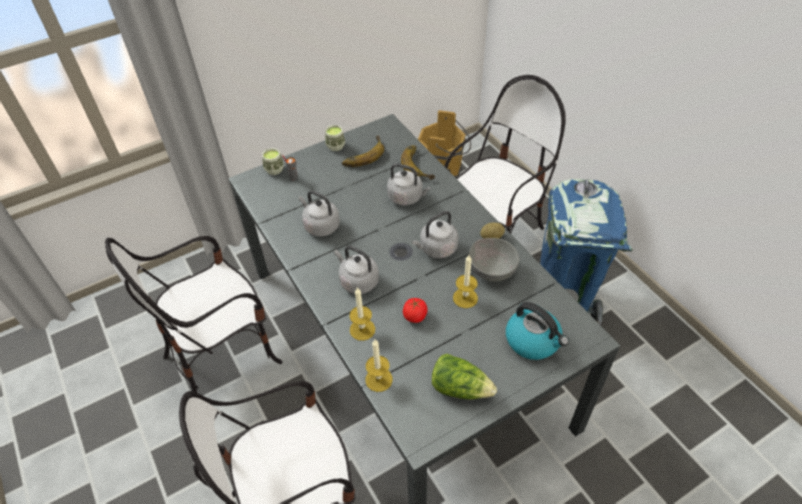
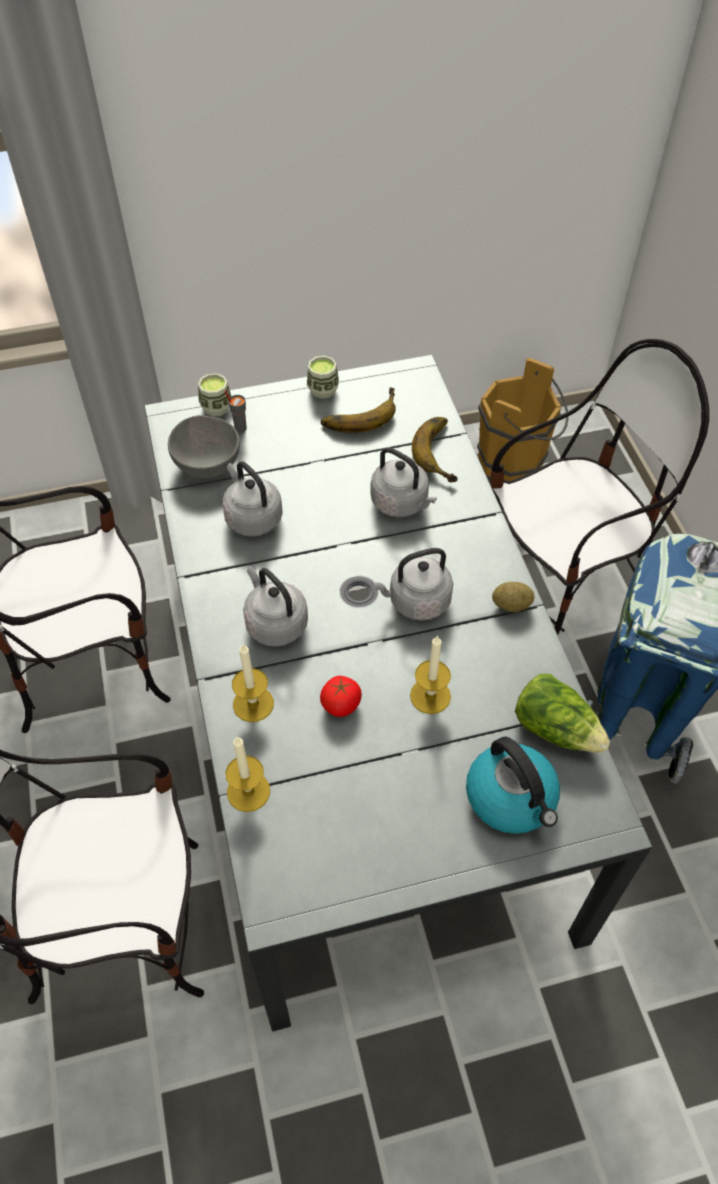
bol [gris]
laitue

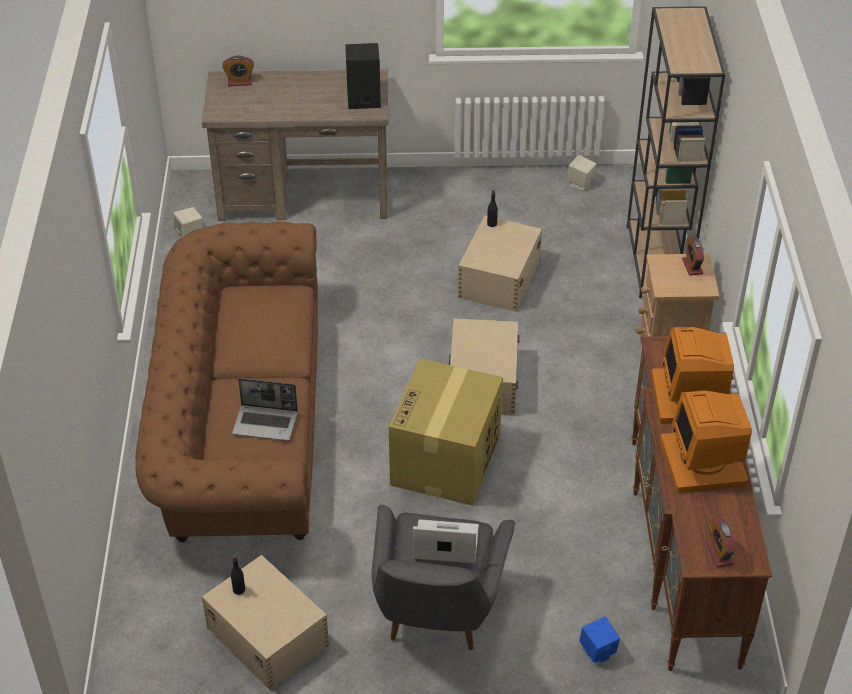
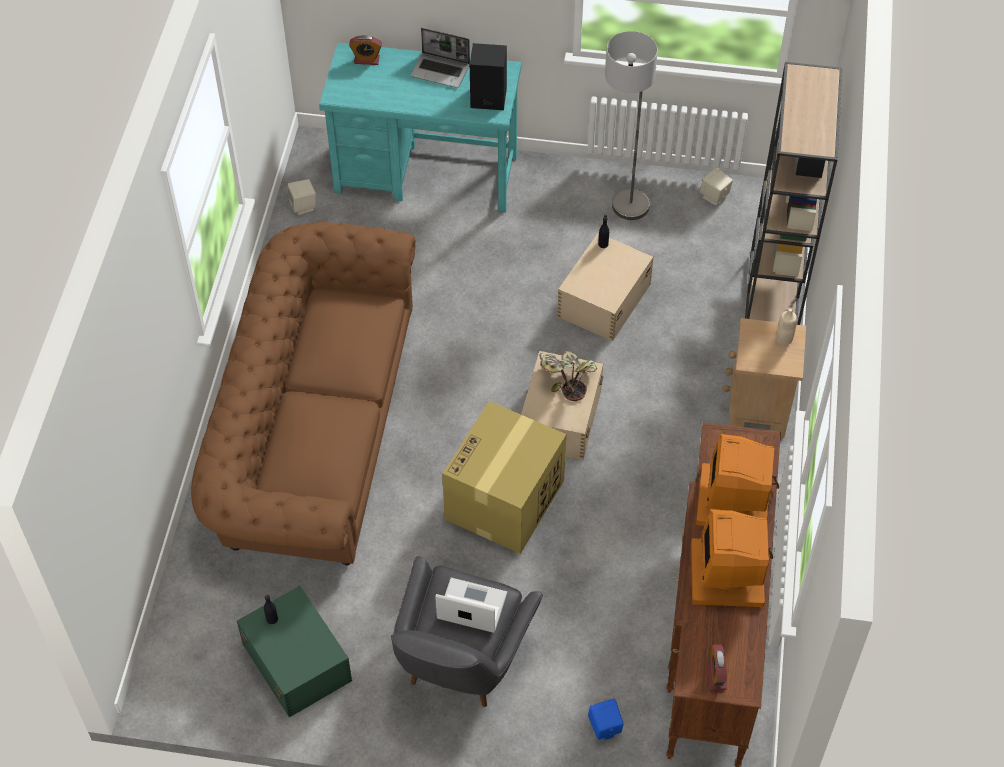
bureau [turquoise]
bouteille [beige]
ordinateur portable (1st from left)
boîte de rangement [vert]
lampadaire [gris]
plante en pot

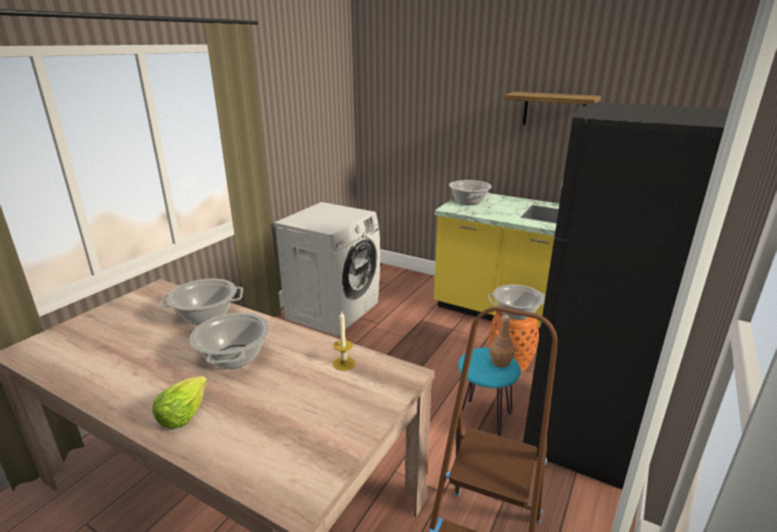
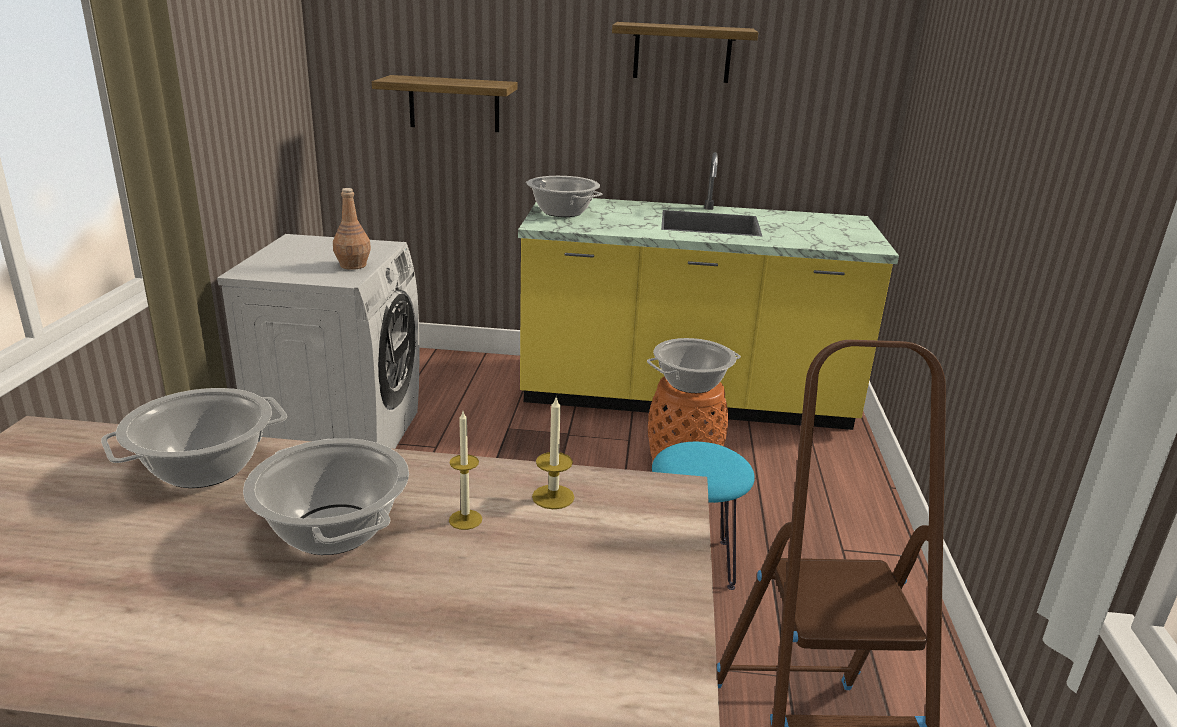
réfrigérateur [noir]
bouteille [marron]
laitue
étagère (1st from left)
bougie (1st from left)

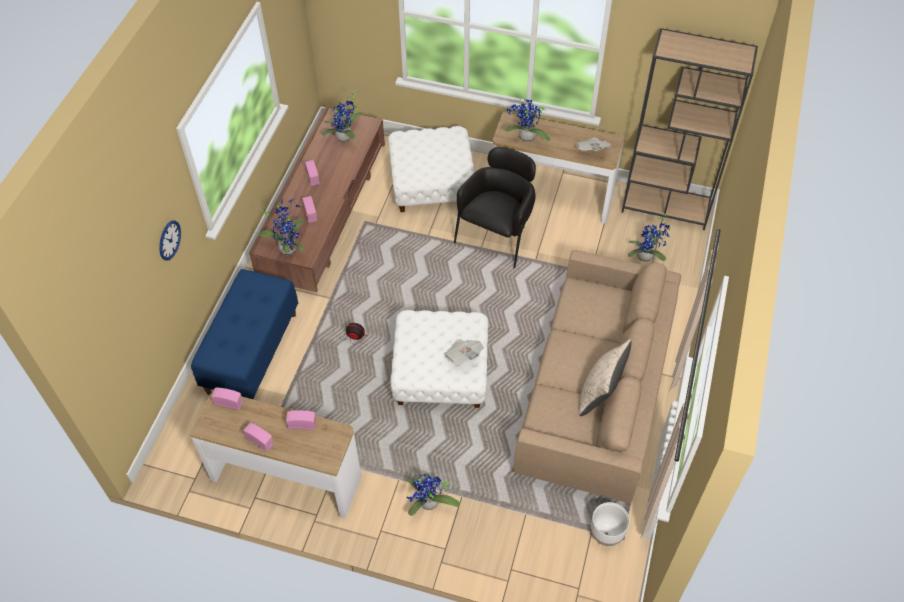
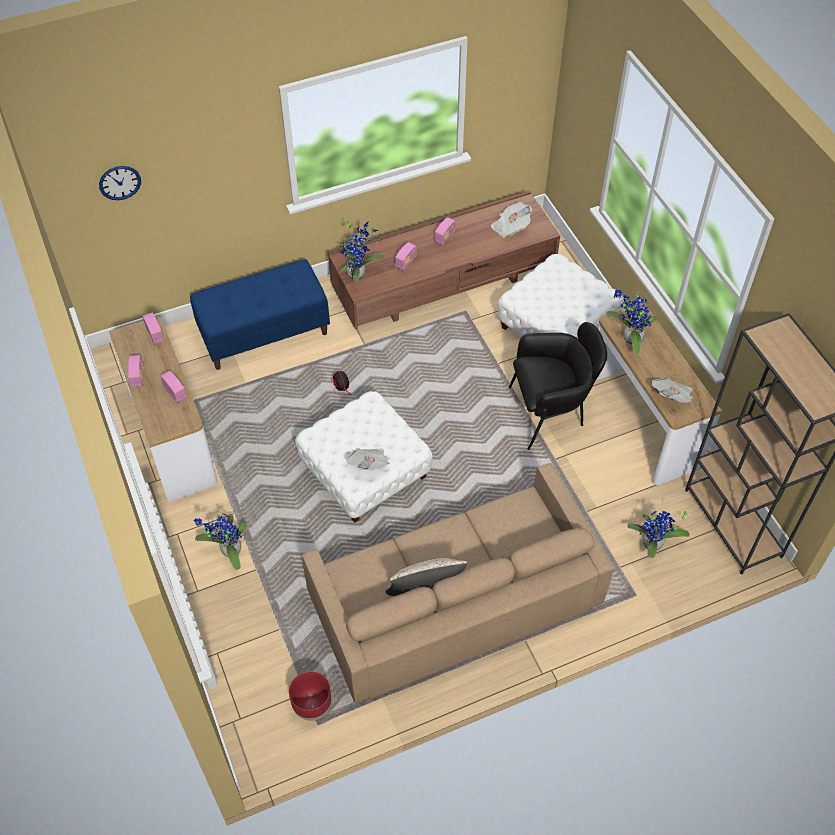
journal (2nd from left)
horloge murale
cache-pot [rouge]

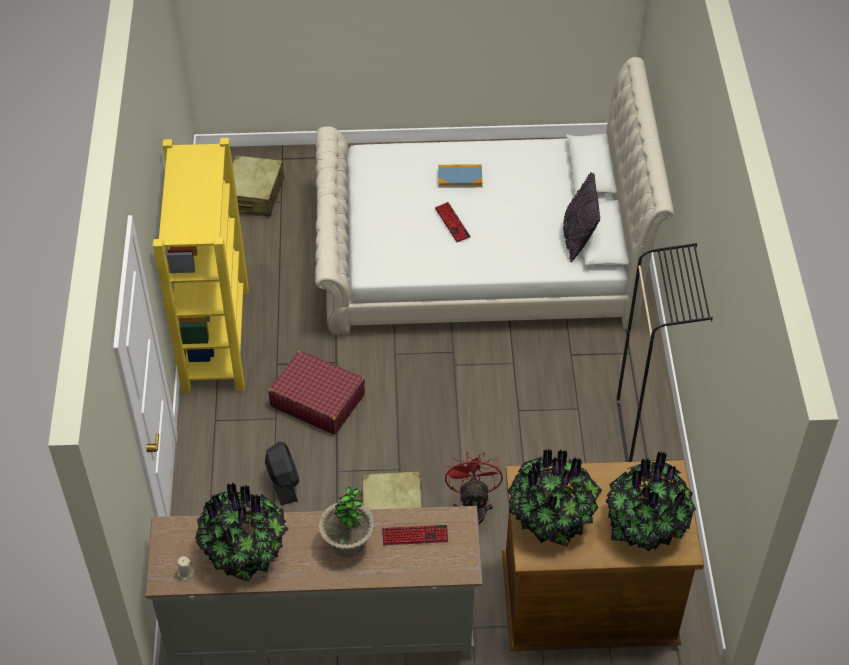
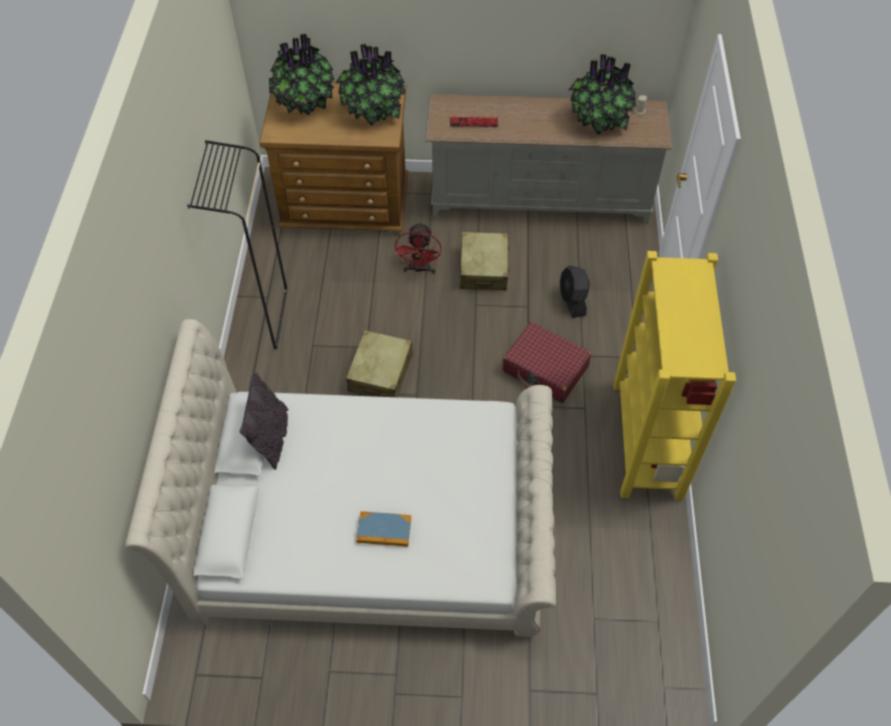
valise [beige] (1st from left)
clavier (2nd from left in the first image)
plante en pot (2nd from left in the first image)

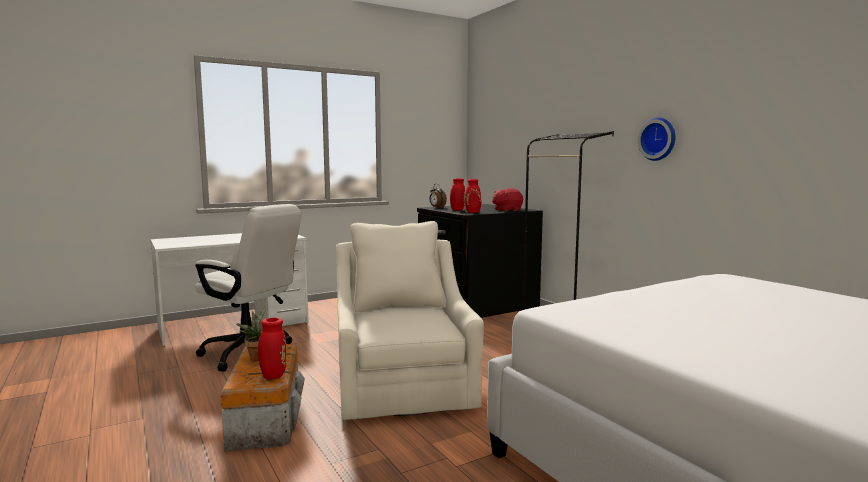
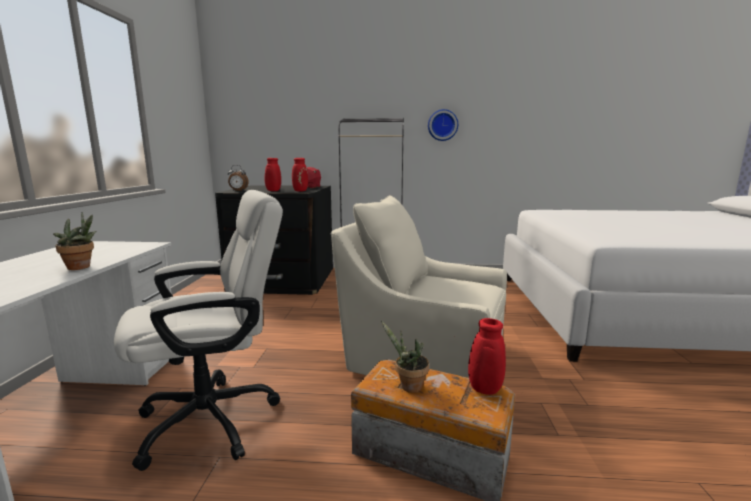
plante en pot (1st from left)

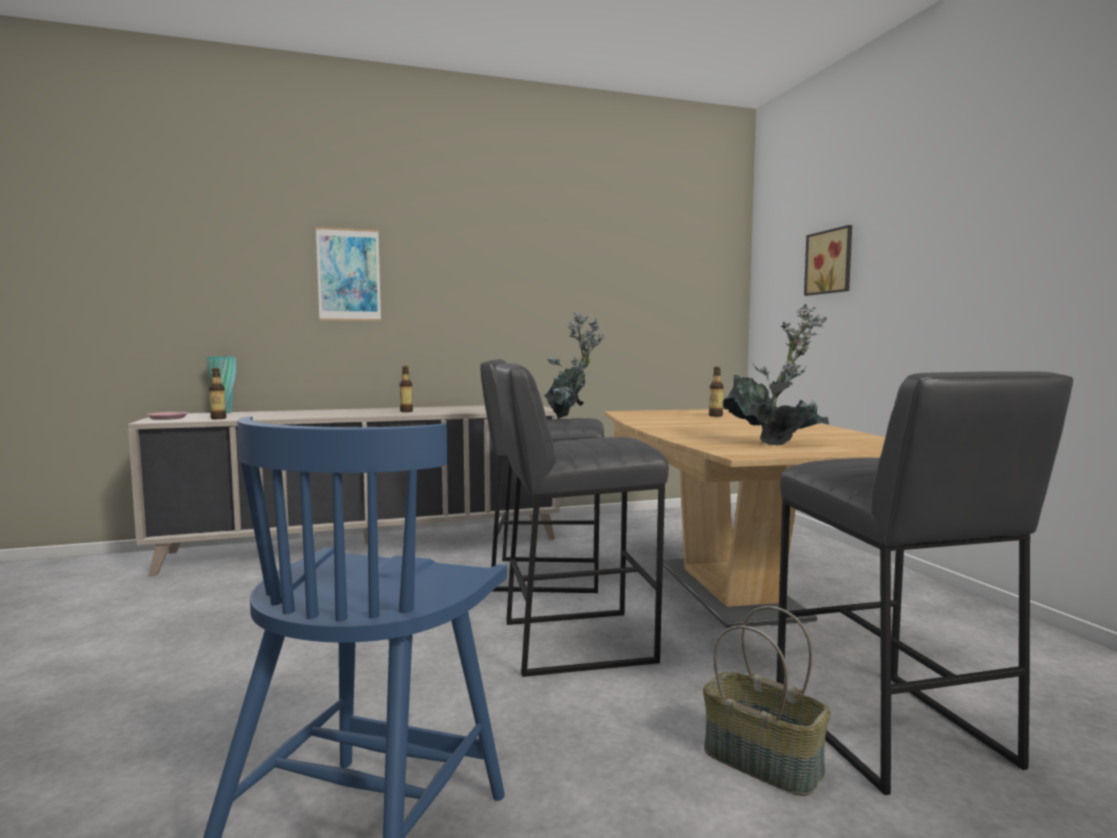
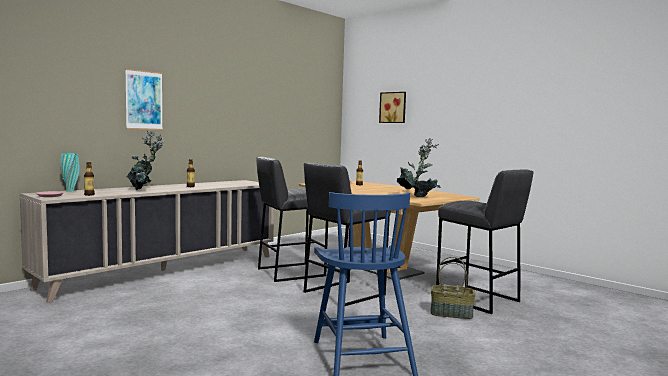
plante en pot (1st from left)

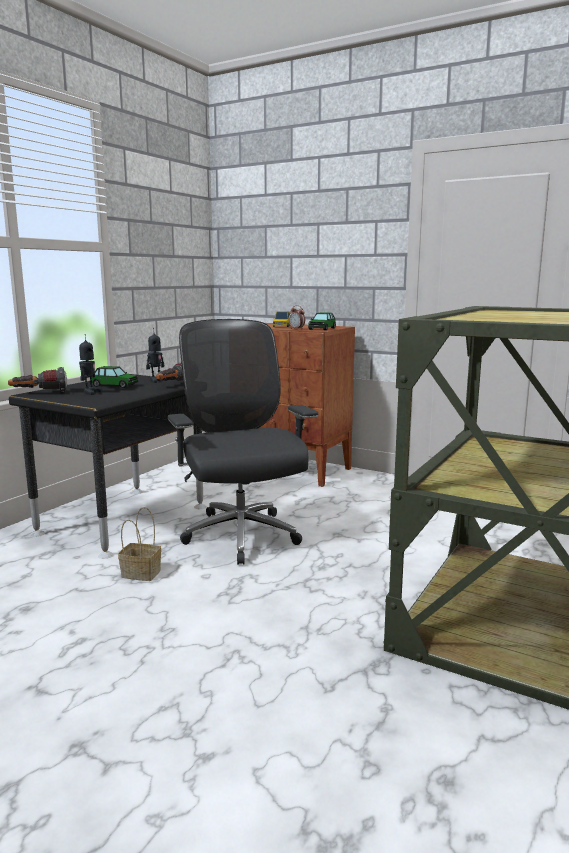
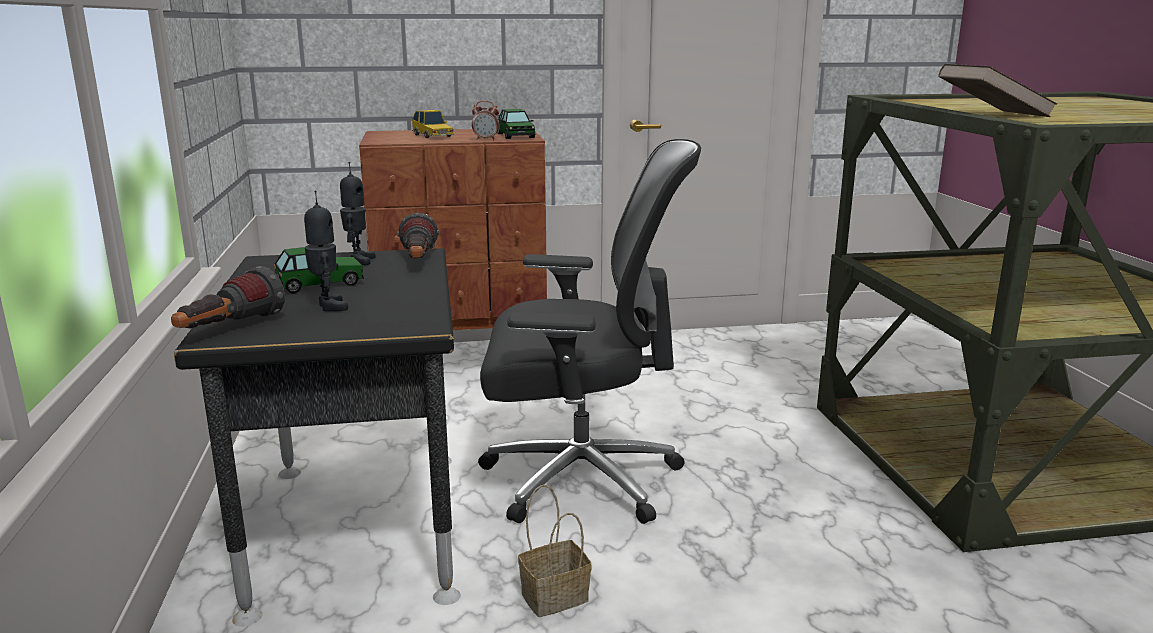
chaise de bureau
livre [marron]

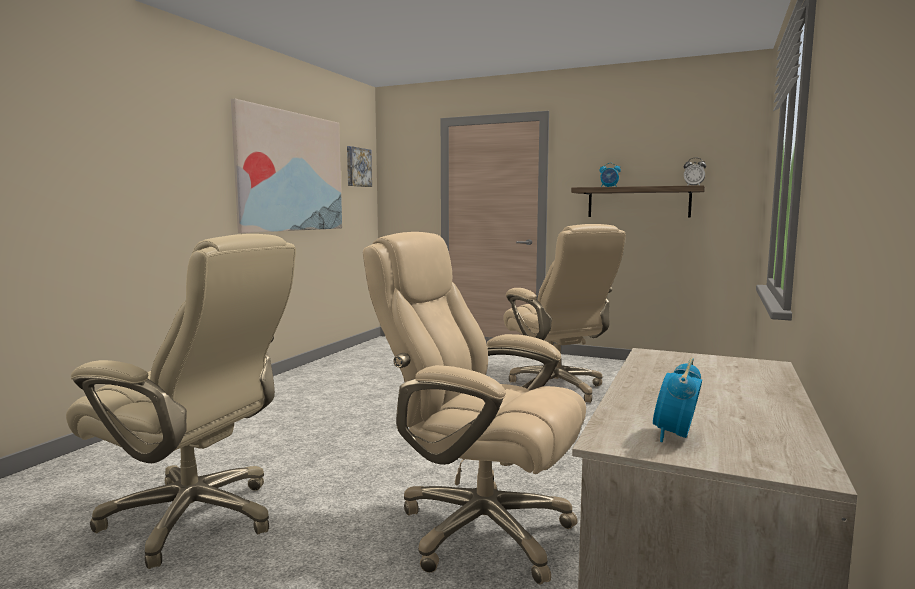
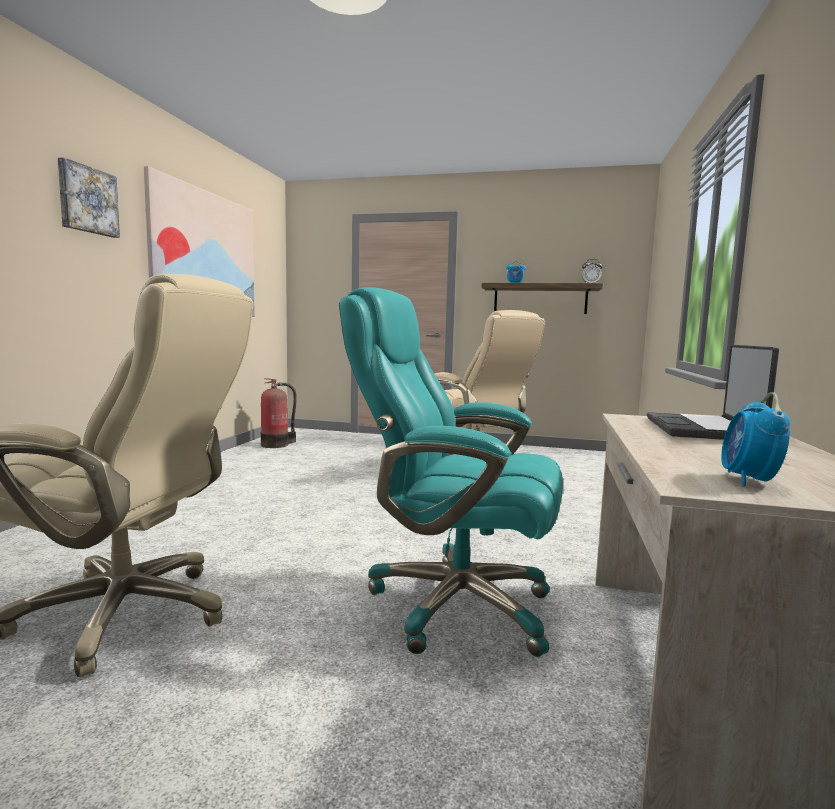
tableau (1st from left)
chaise de bureau [turquoise]
ordinateur portable
extincteur

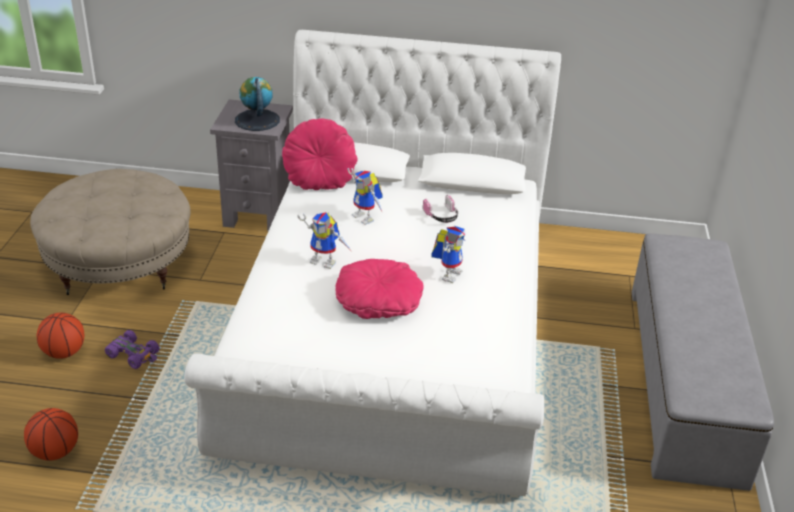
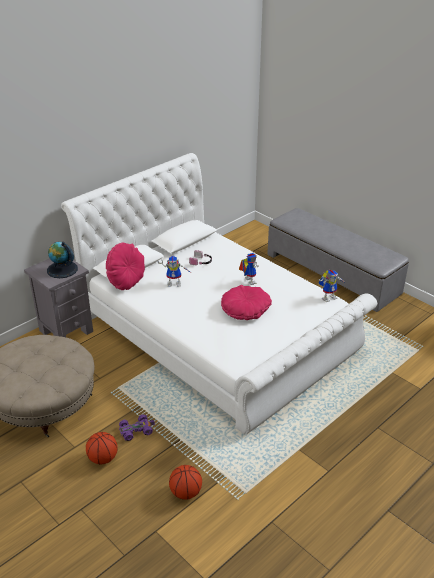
robot jouet (3rd from left)

